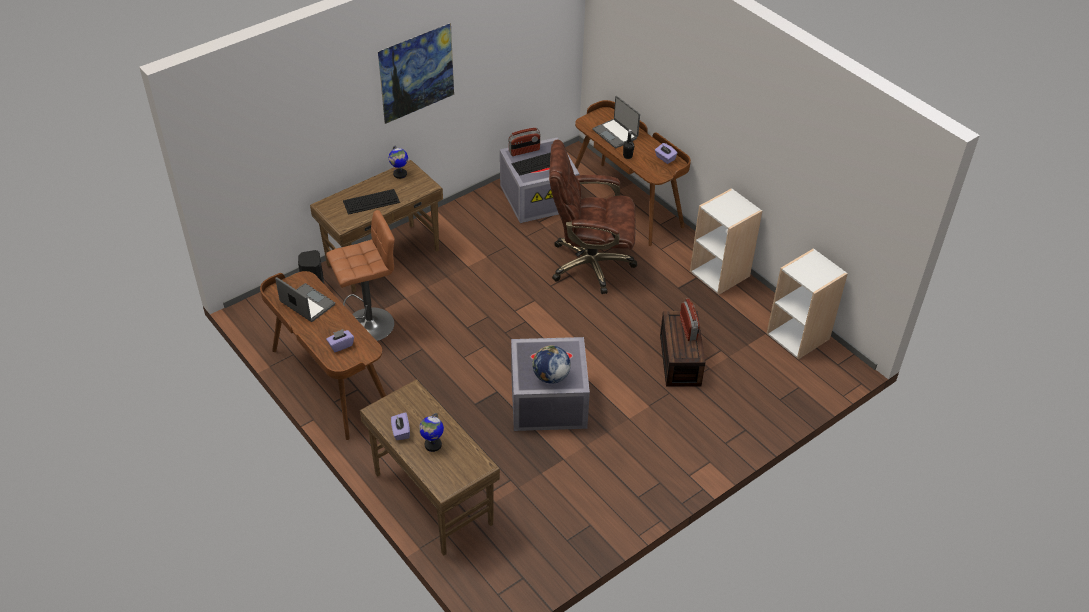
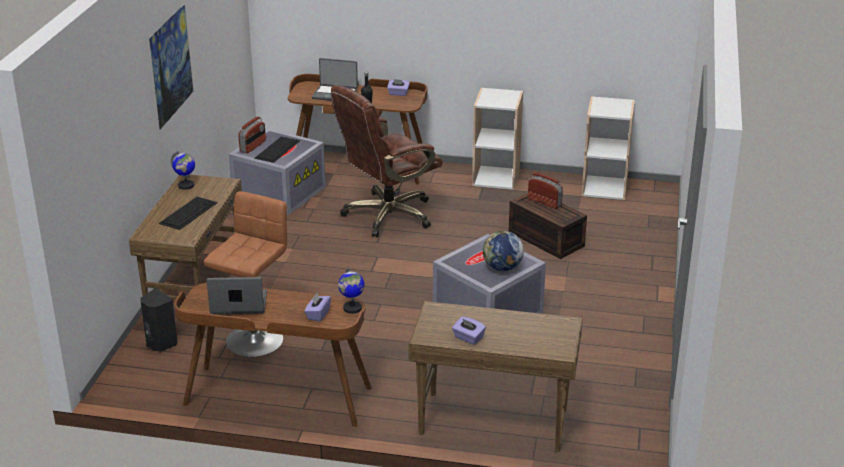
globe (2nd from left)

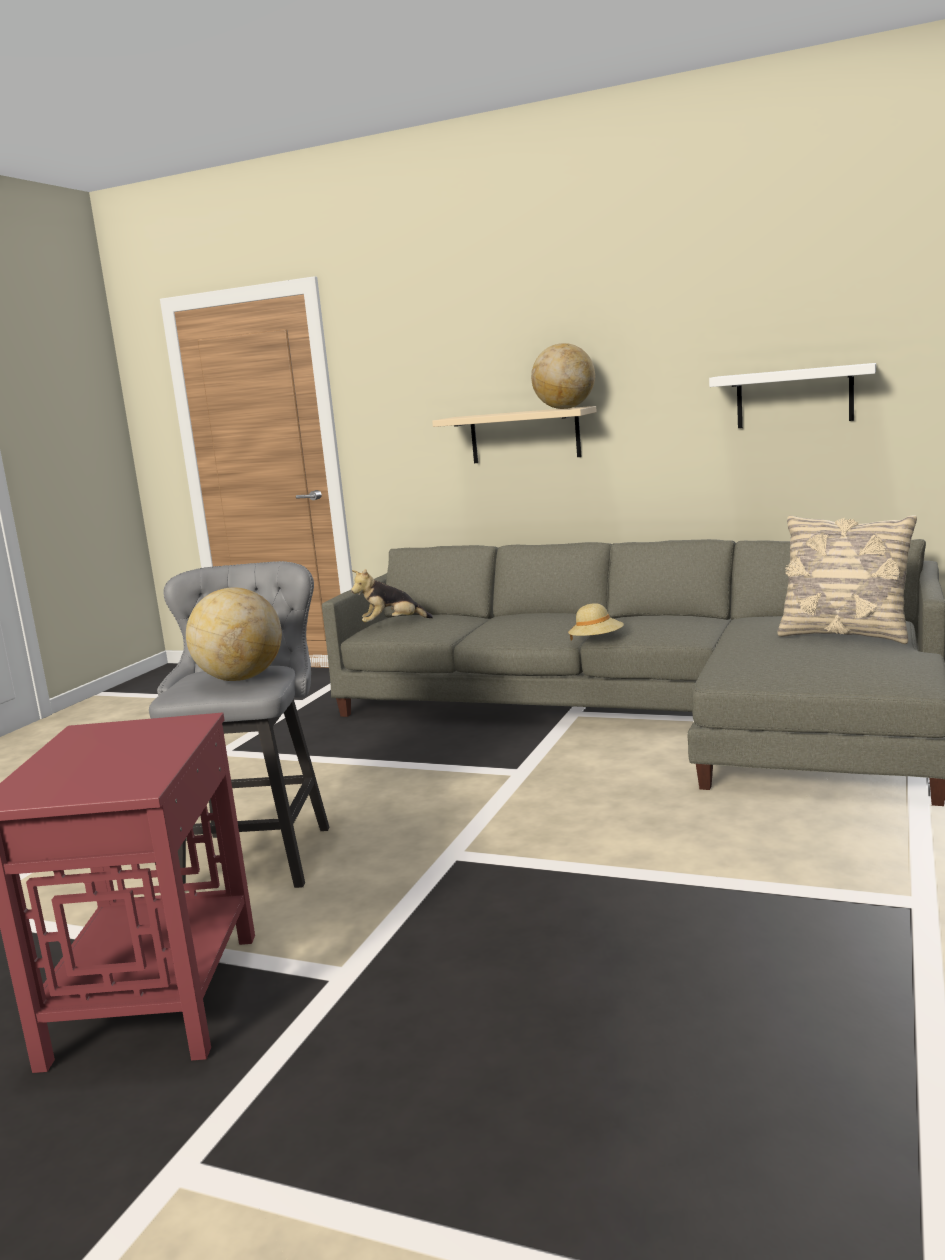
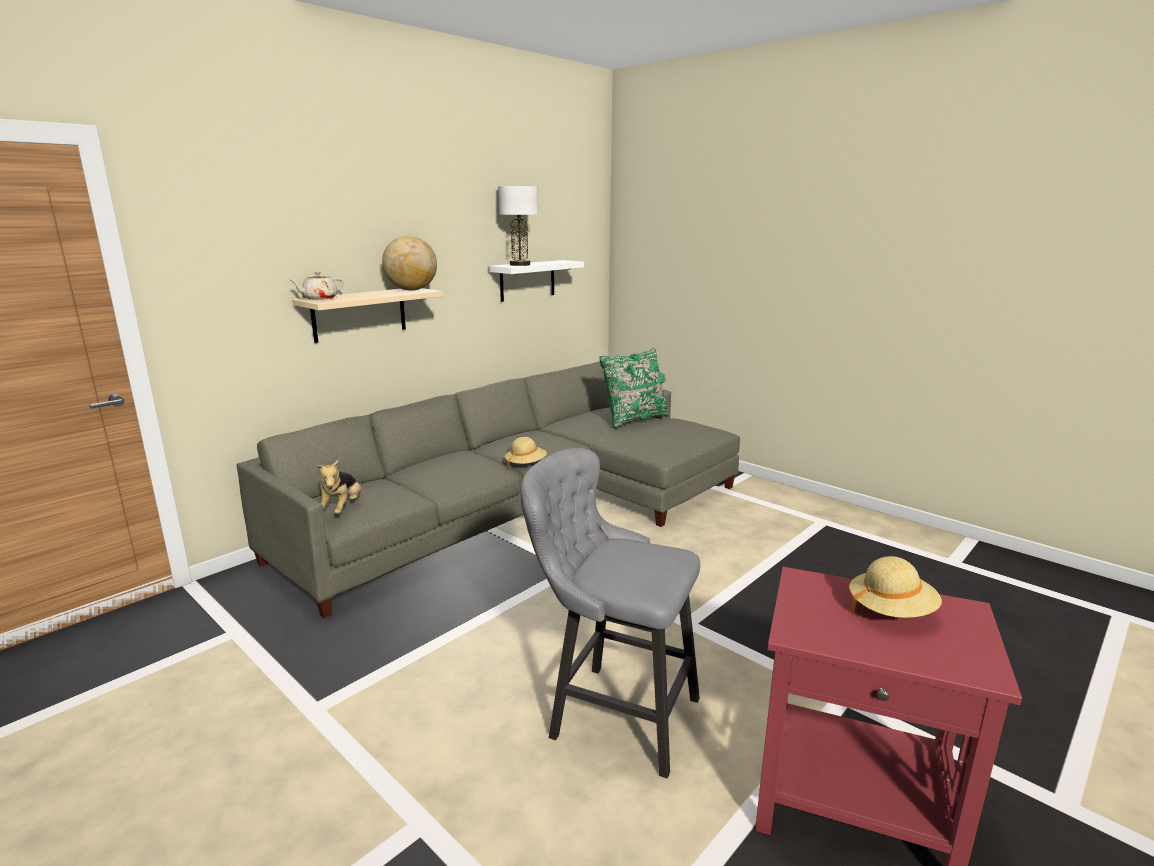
coussin [vert]
globe (1st from left in the first image)
lampe de table
théière [beige]
chapeau [beige] (2nd from left)

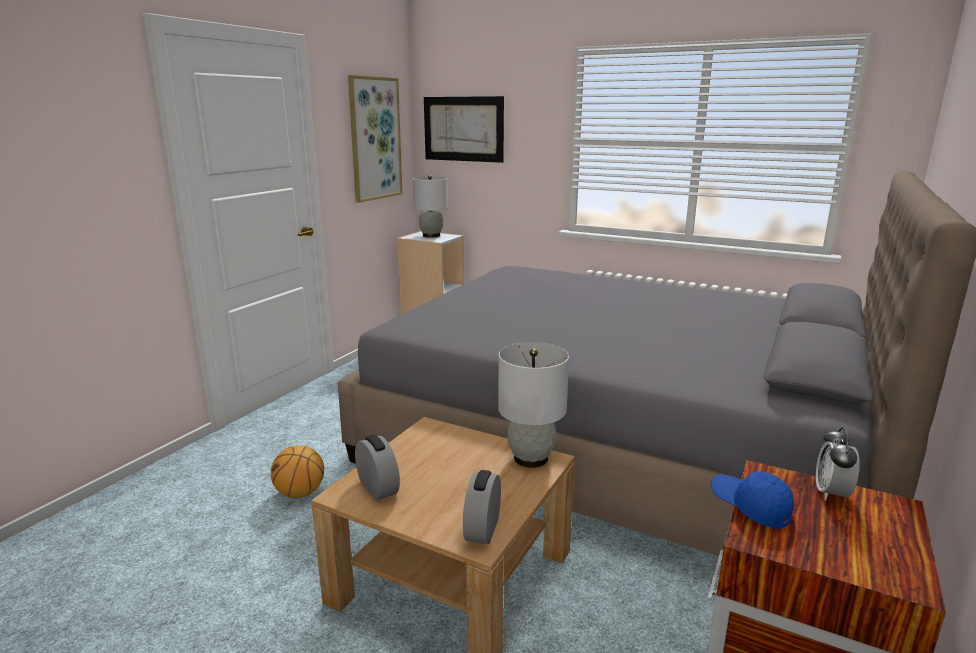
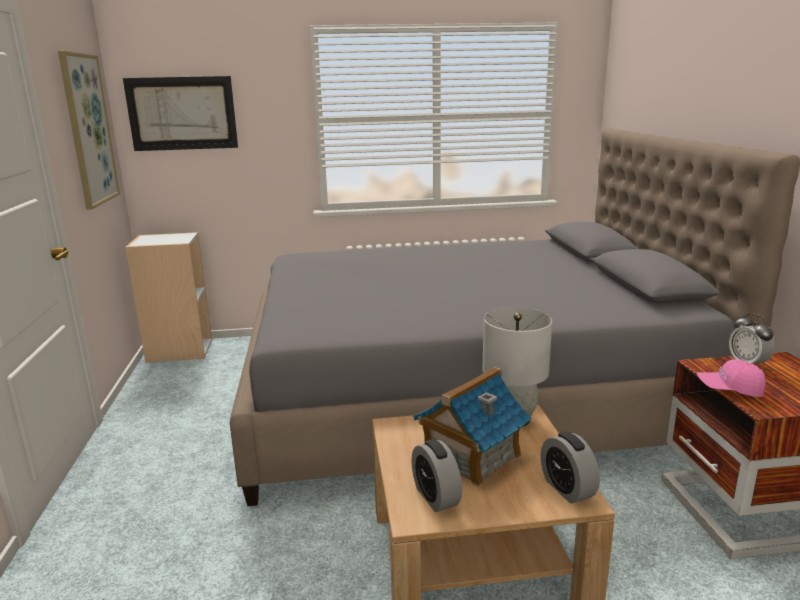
lampe de table [blanc] (1st from left in the first image)
réveil (1st from left)
ballon de basket
casquette [rose]
maison miniature

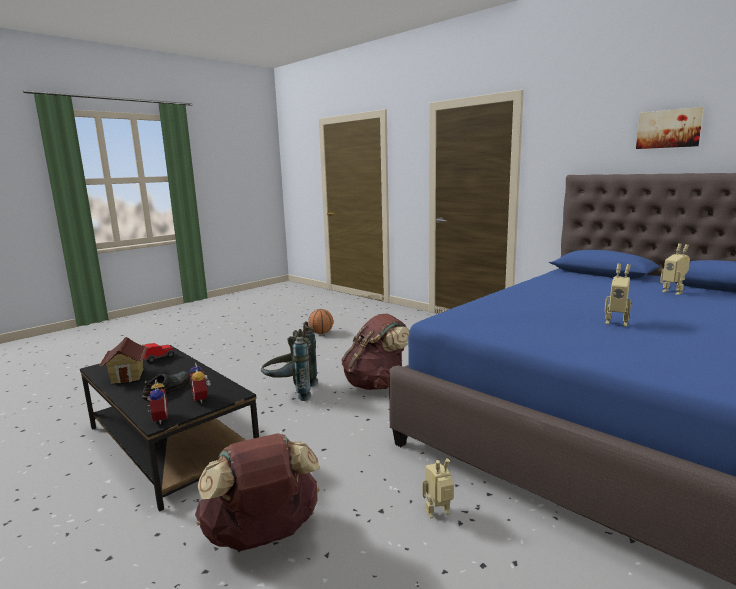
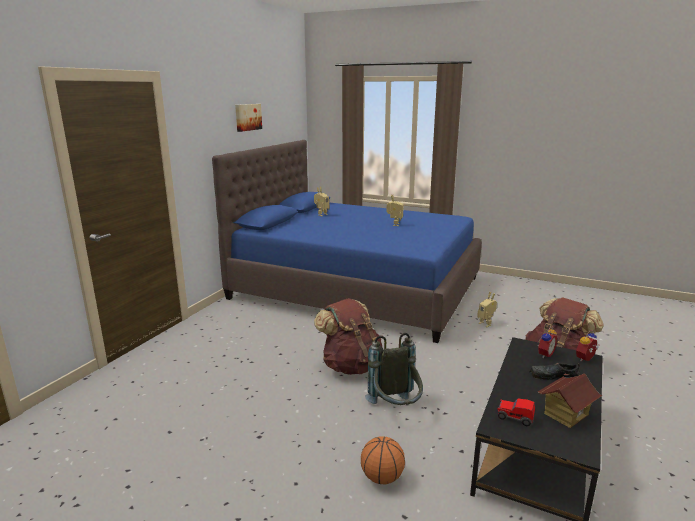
ballon de basket

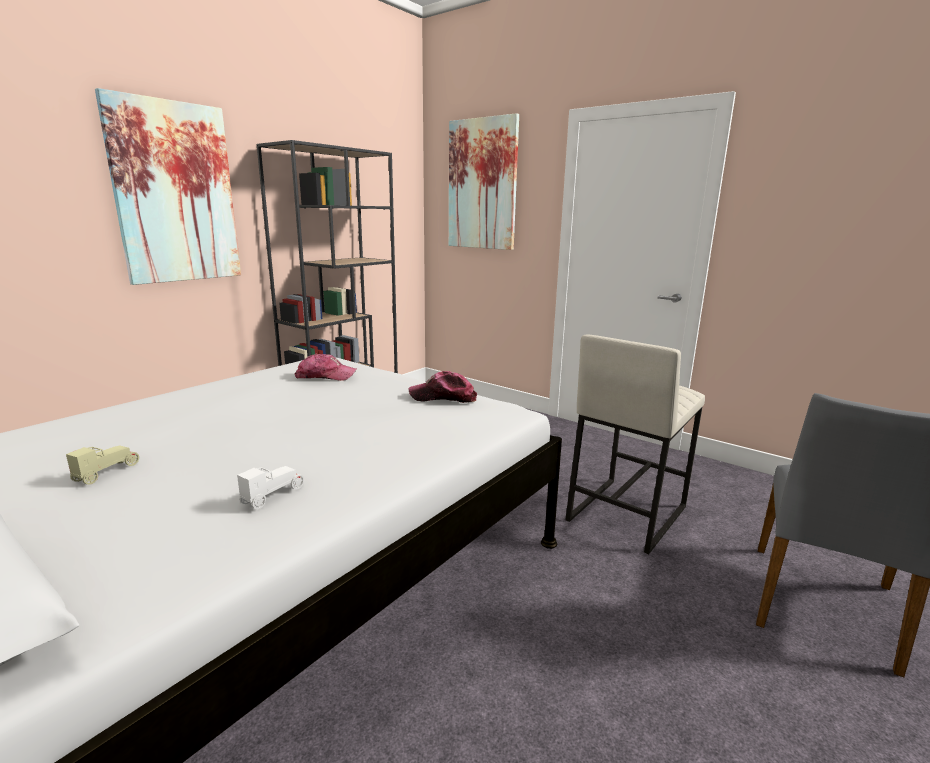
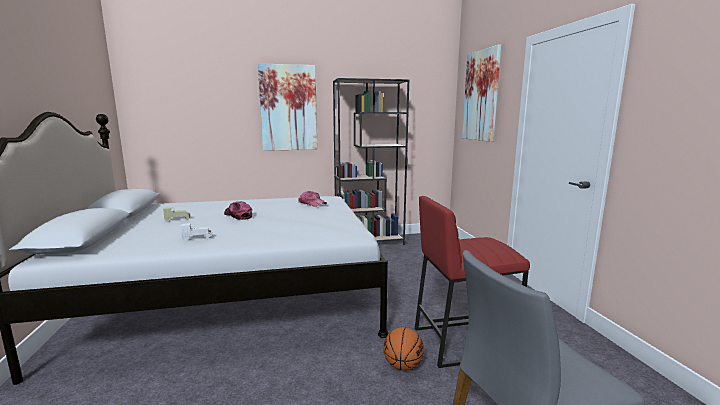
tabouret [rouge]
casquette (1st from left)
ballon de basket

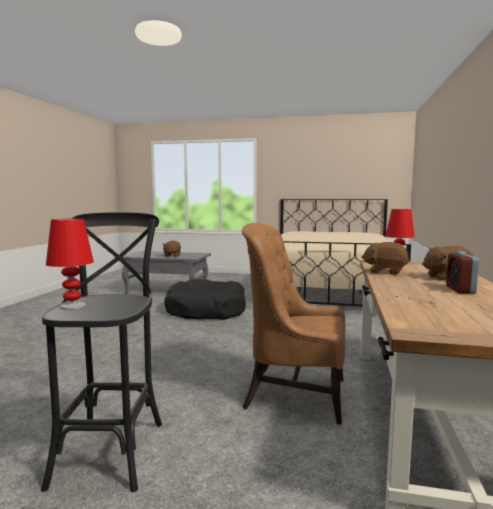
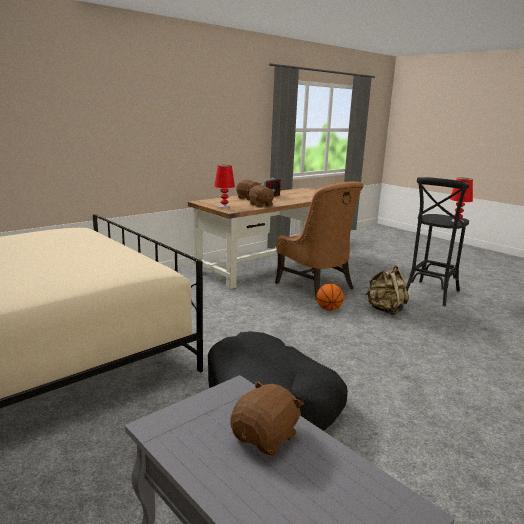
sac à dos [beige]
ballon de basket

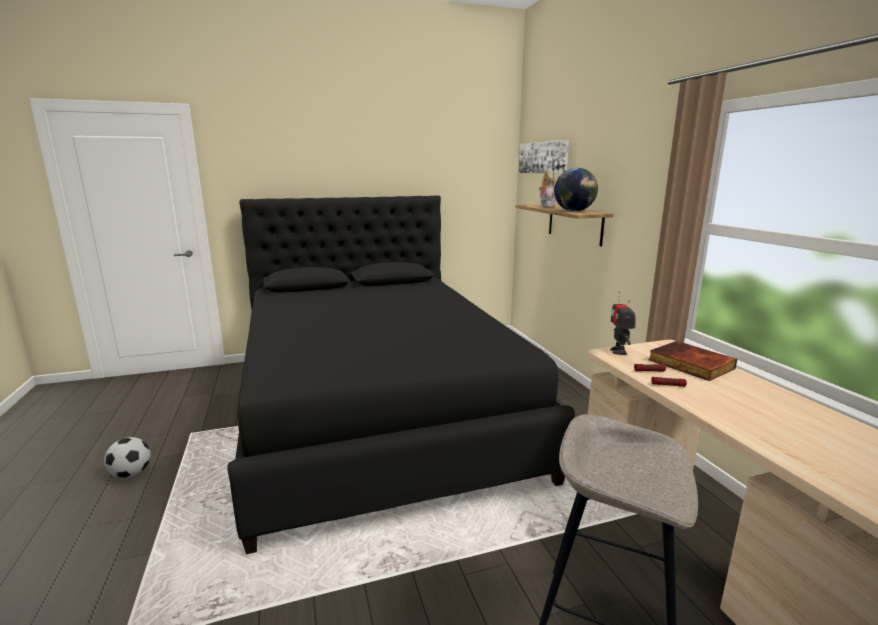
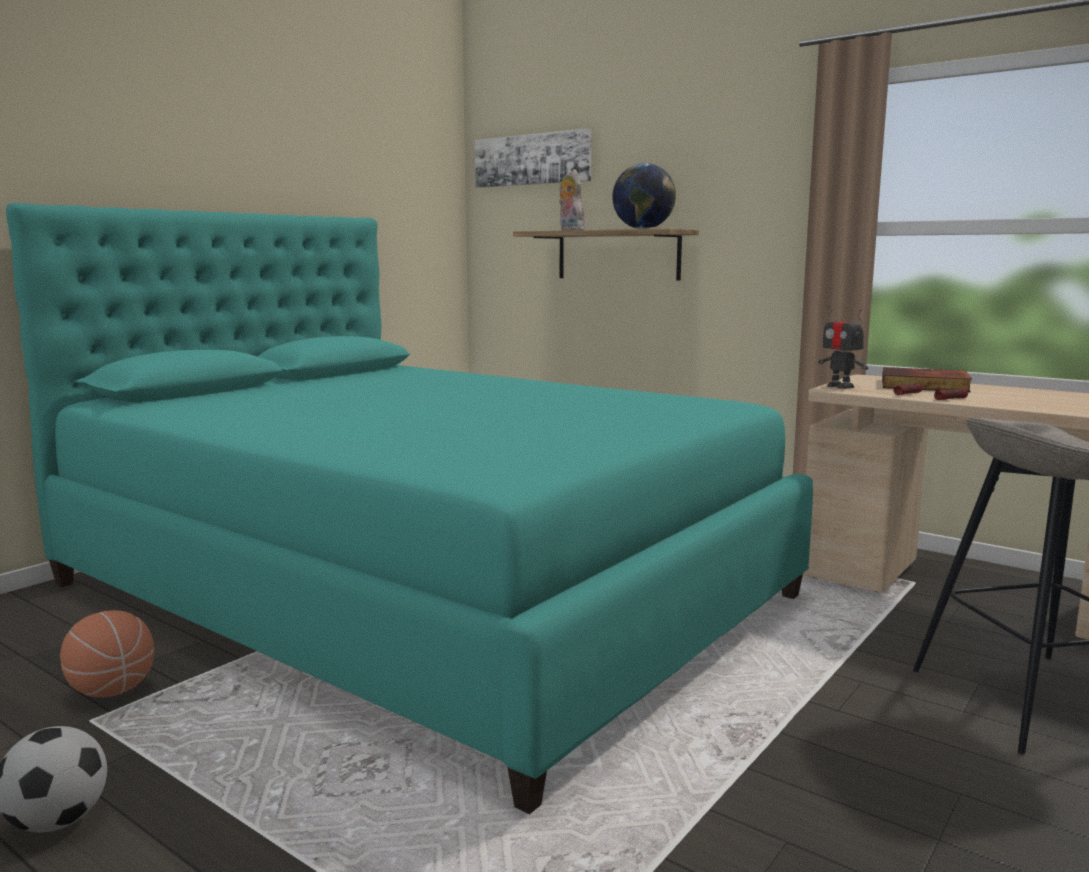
lit [turquoise]
ballon de basket

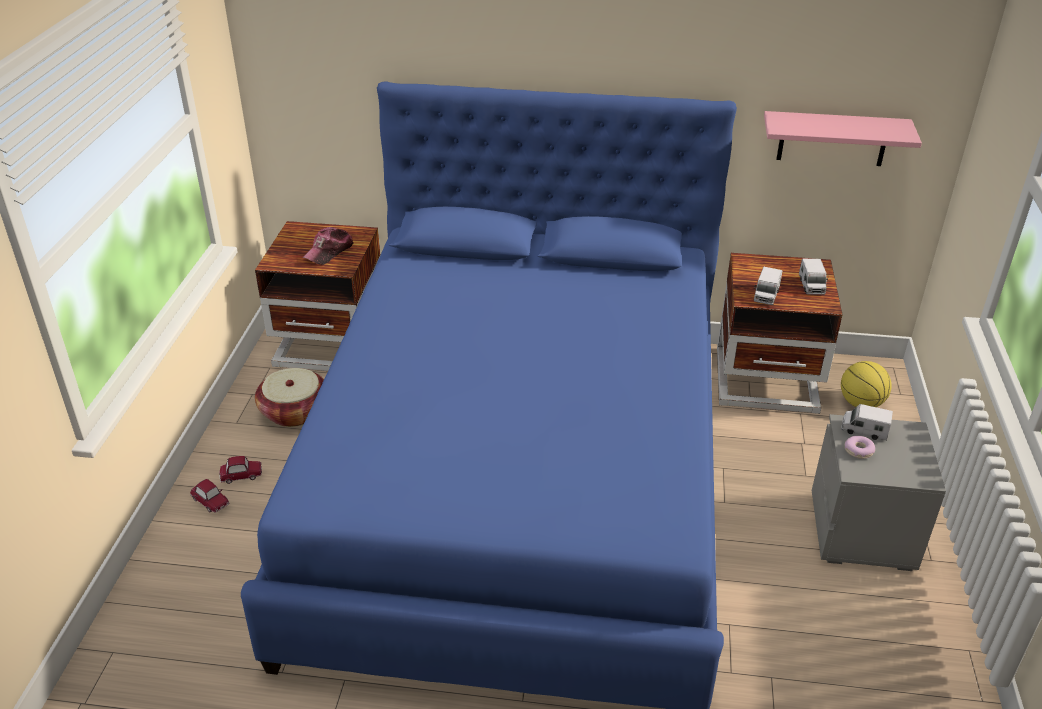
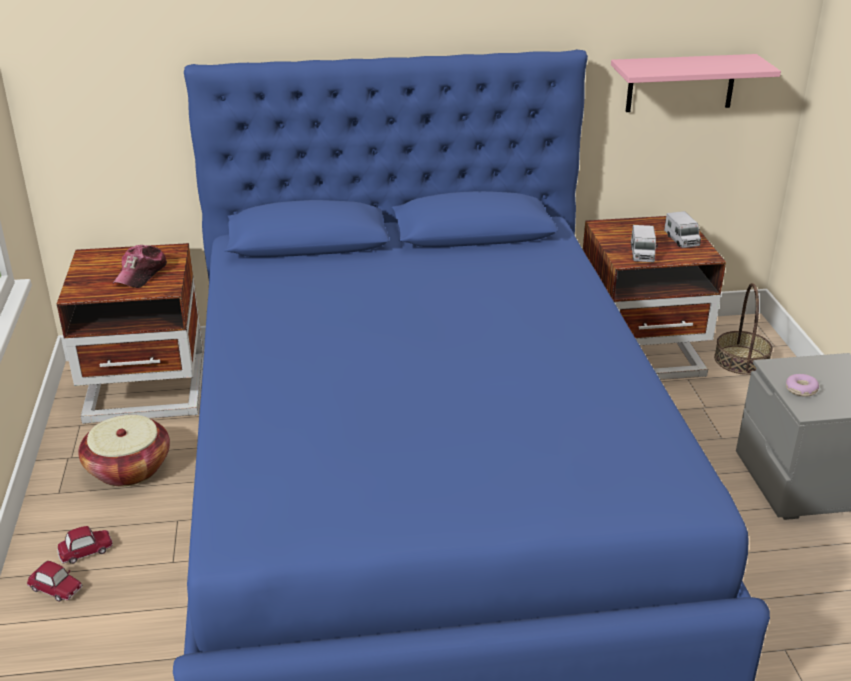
panier (2nd from left)
camion jouet (3rd from left in the first image)

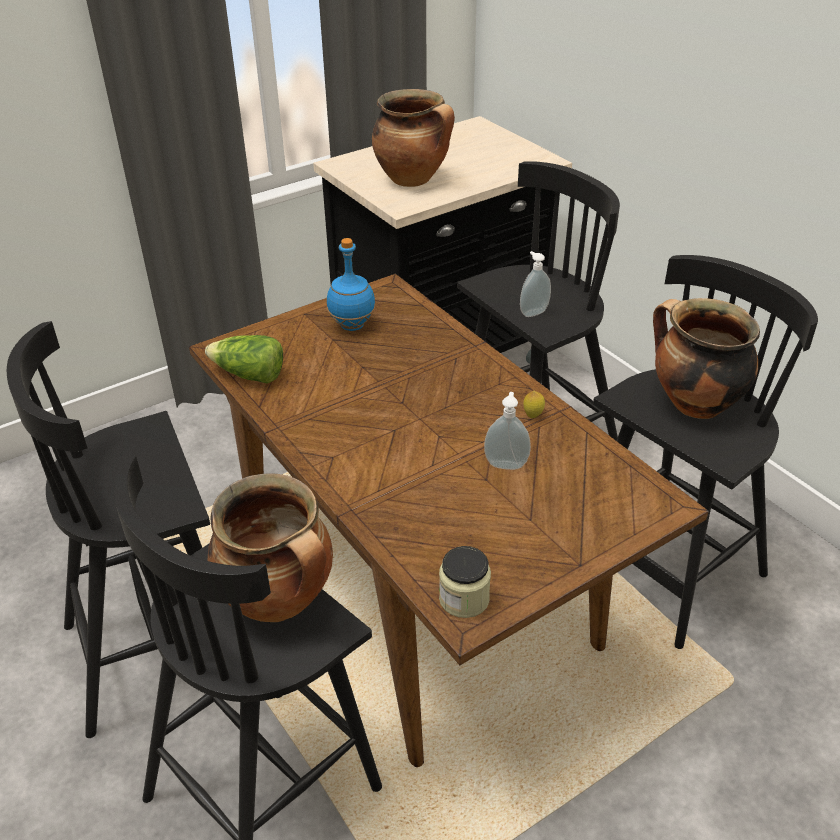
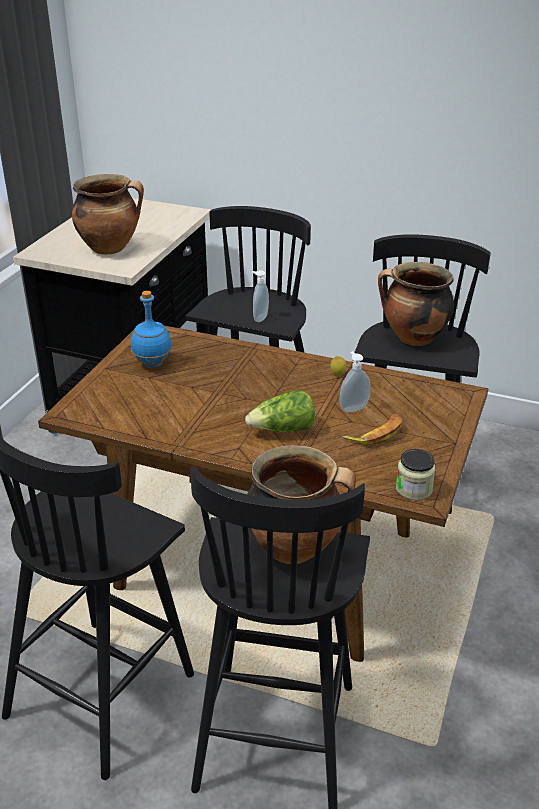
laitue
banane

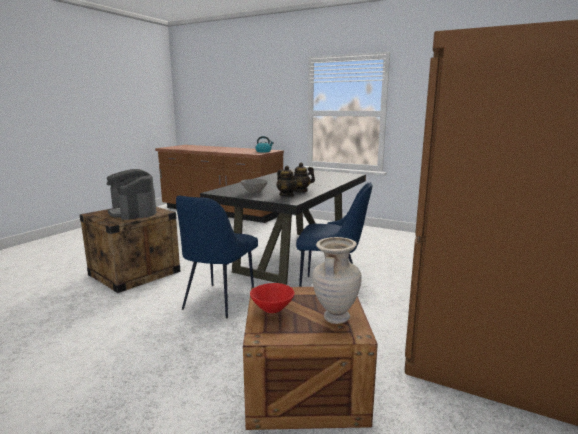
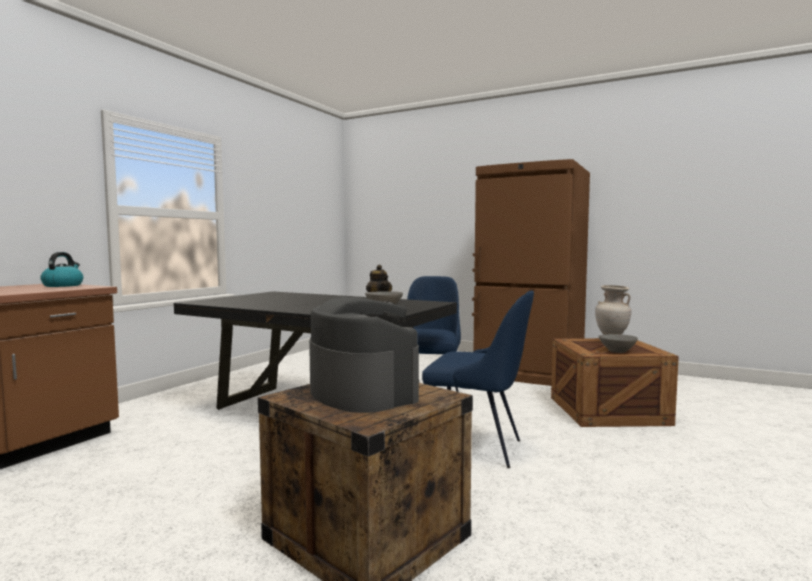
théière (1st from left in the first image)
machine à café
bol [gris] (2nd from left)

